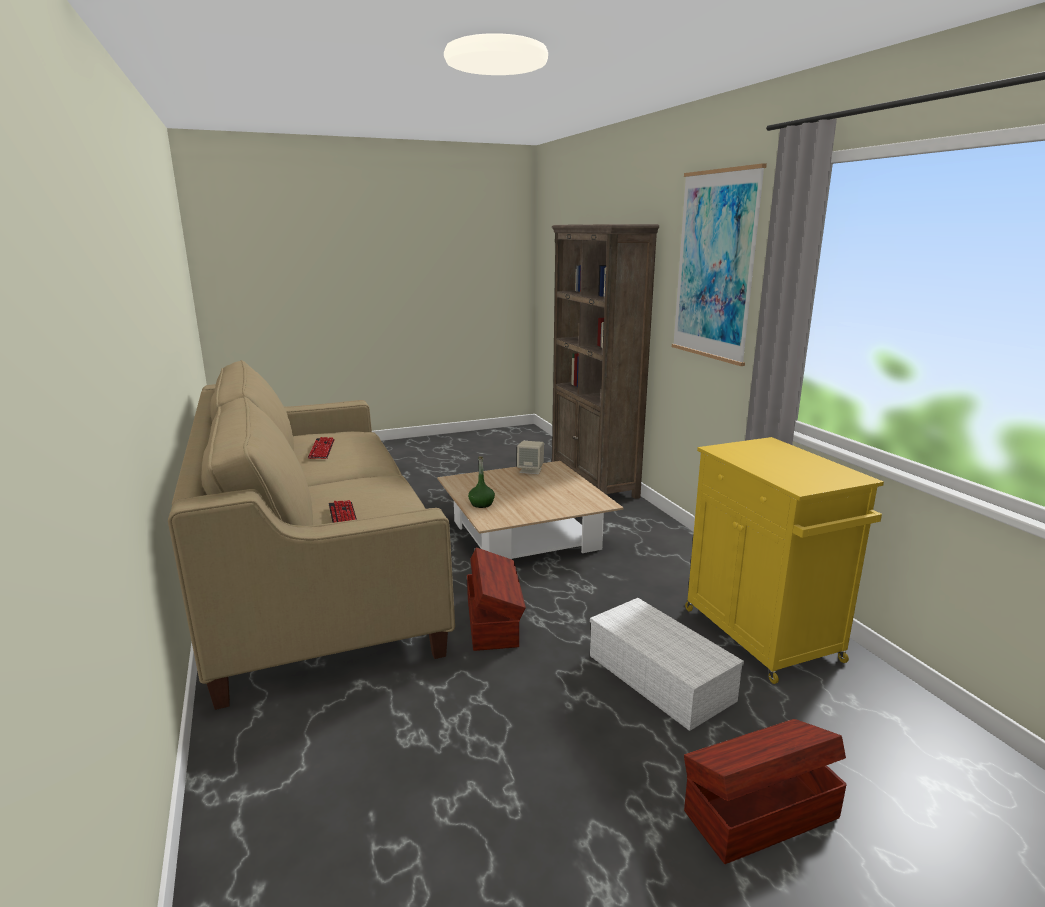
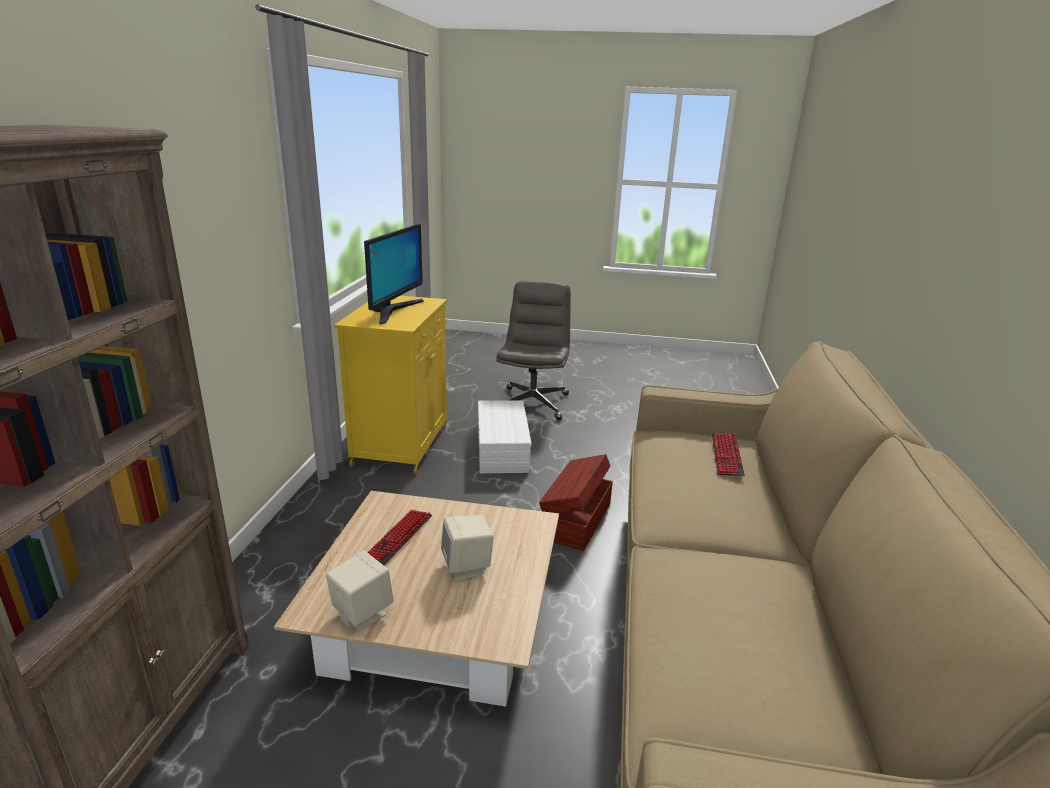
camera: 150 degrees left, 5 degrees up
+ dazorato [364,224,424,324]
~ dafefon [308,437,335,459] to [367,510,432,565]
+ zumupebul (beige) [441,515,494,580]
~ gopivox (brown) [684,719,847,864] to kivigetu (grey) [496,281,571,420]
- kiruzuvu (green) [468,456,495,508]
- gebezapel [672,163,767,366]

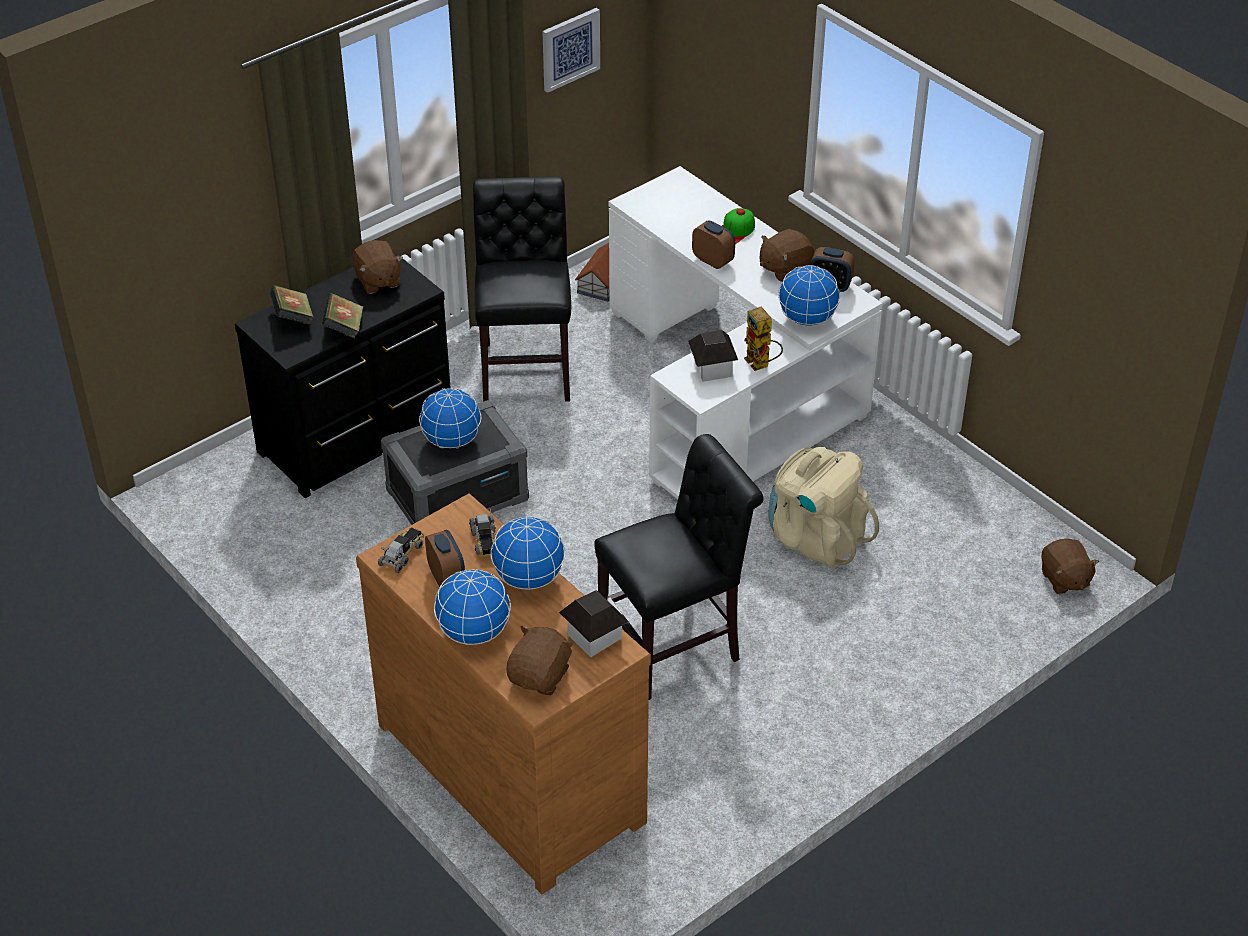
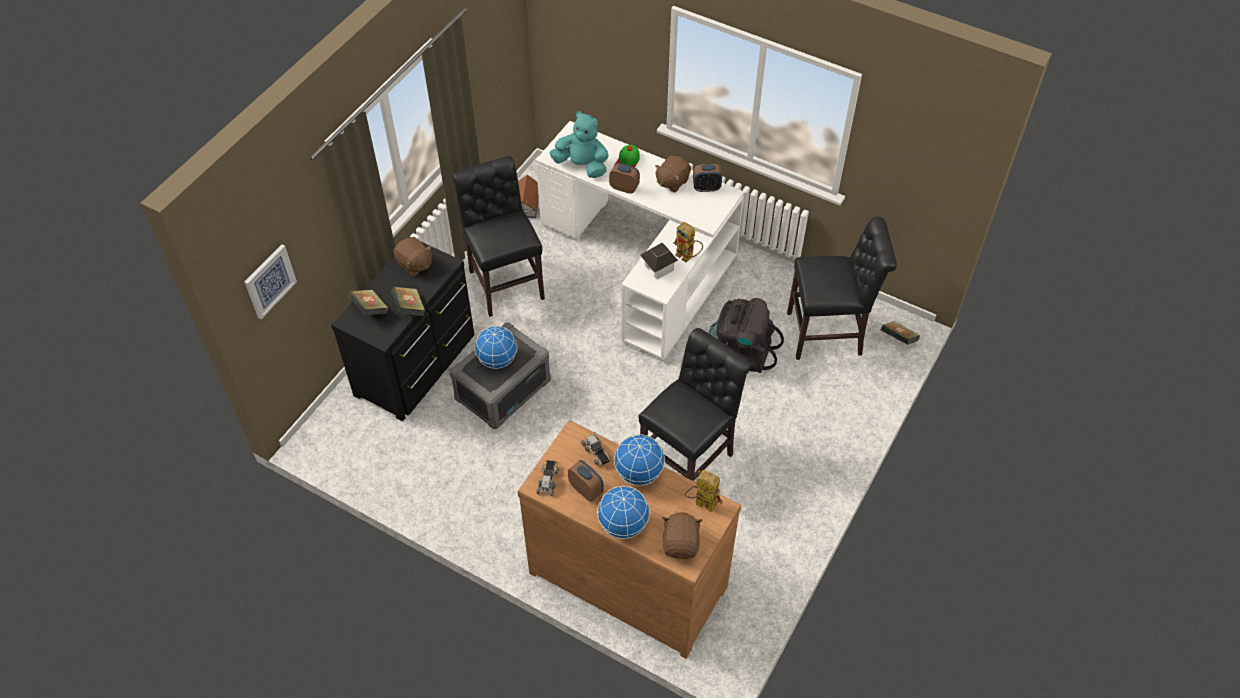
camera: 20 degrees left, 10 degrees up
~ gebezapel [542,8,600,93] to [244,244,297,319]
+ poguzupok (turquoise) [549,111,609,178]
~ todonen [559,590,629,657] to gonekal [685,470,723,512]
~ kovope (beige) [768,447,879,568] to kovope (black) [708,298,784,373]
+ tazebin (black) [787,217,897,360]
~ poguzupok (brown) [1041,539,1099,594] to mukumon [881,321,921,345]
- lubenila [778,265,840,326]

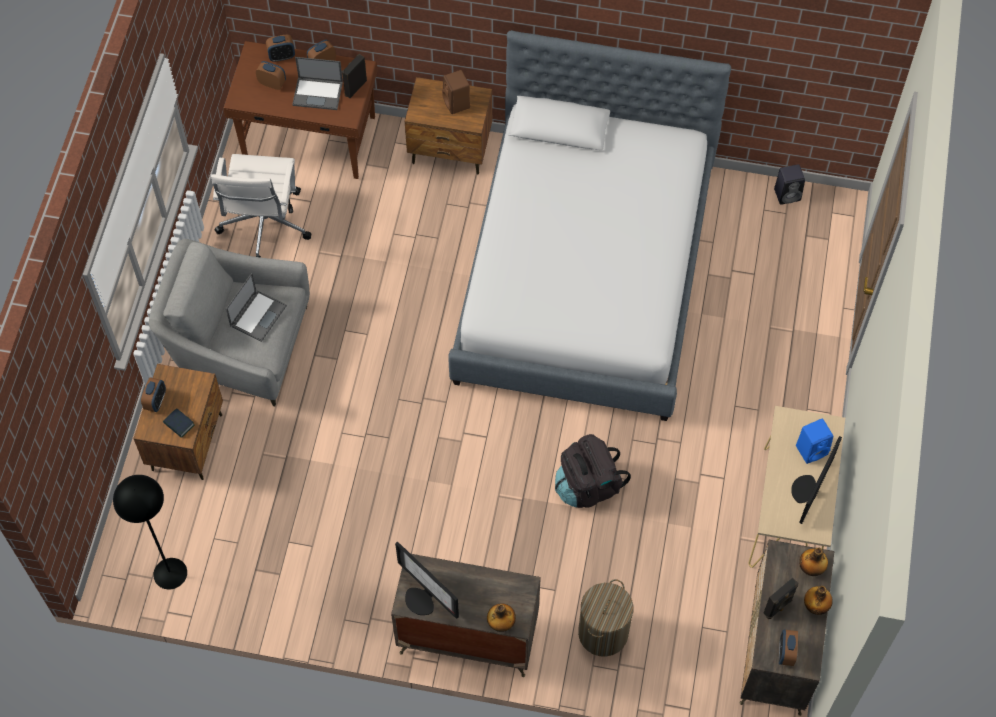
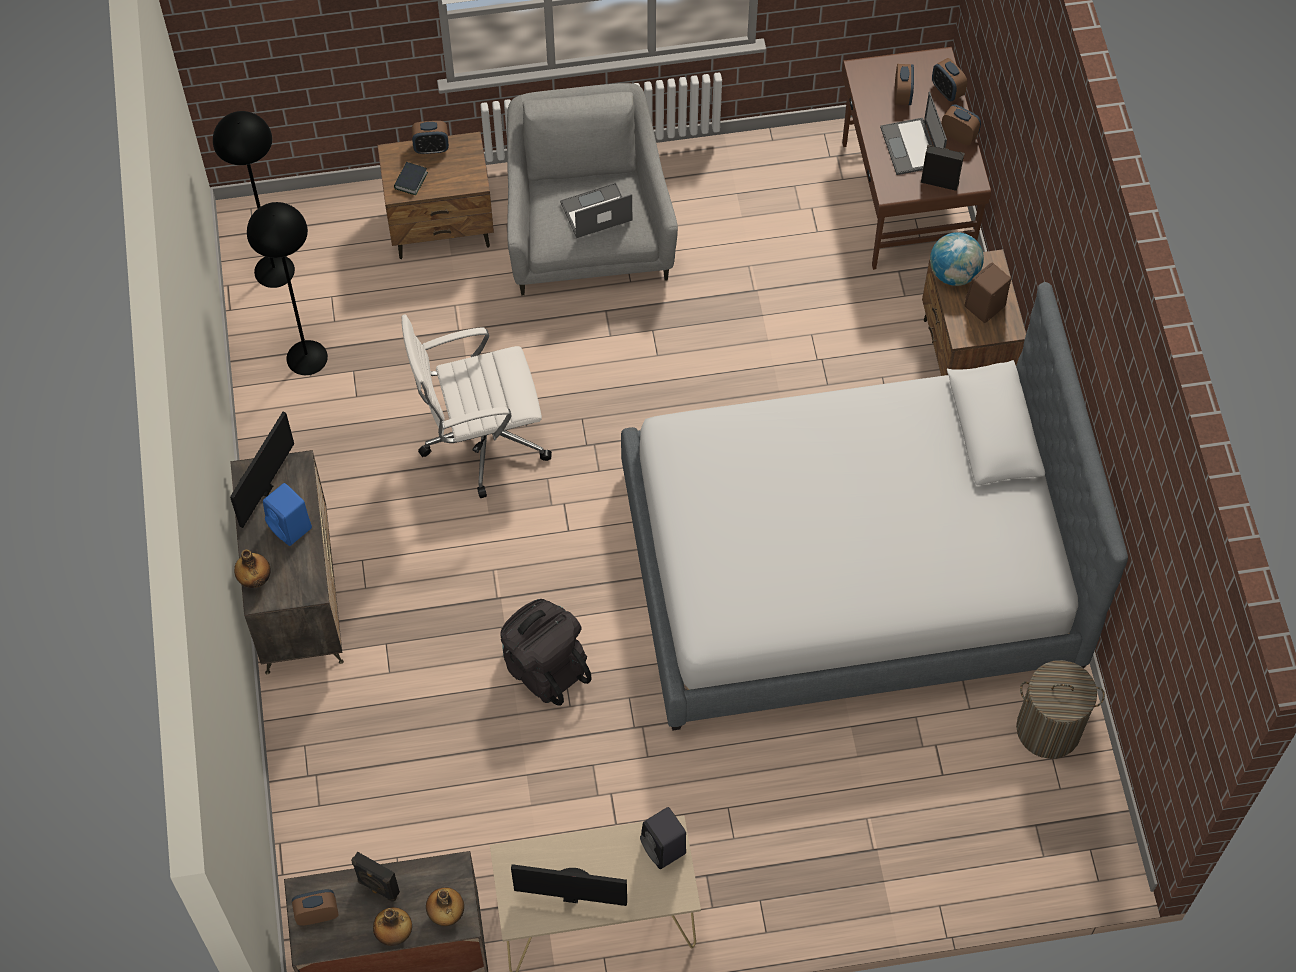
camera: 70 degrees right, 0 degrees up
+ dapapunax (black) [247,202,328,375]
~ zumupebul (blue) [796,419,833,464] to [263,483,312,546]
~ kivigetu (white) [211,154,311,258] to [401,314,552,498]
~ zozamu [226,273,287,342] = [560,183,632,238] 150 degrees clockwise
~ zumupebul (black) [774,164,805,205] to [640,807,686,869]
+ lubenila [930,232,984,286]
~ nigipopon [578,579,633,657] to [1016,660,1105,759]

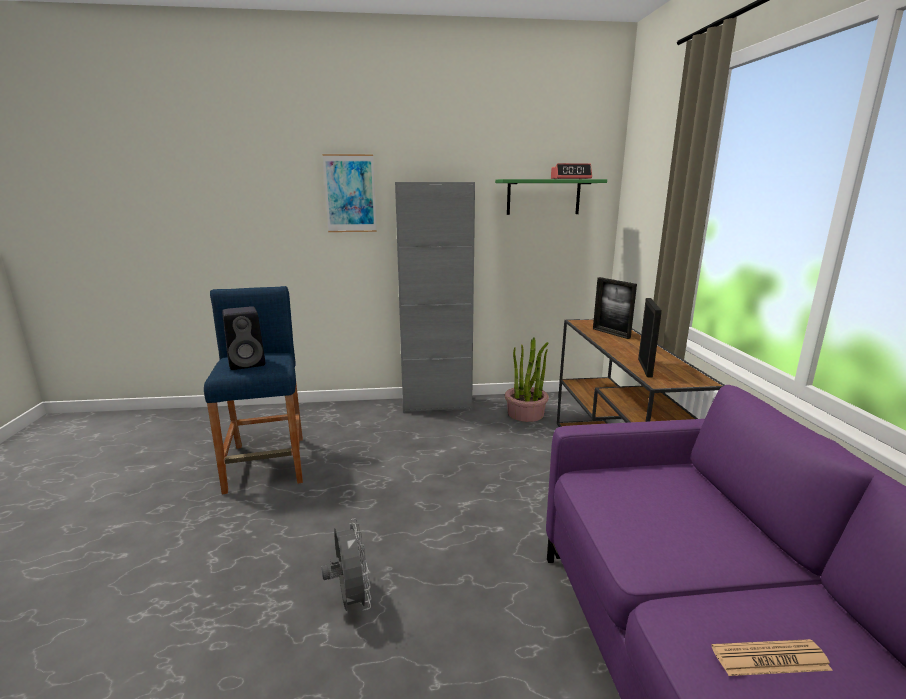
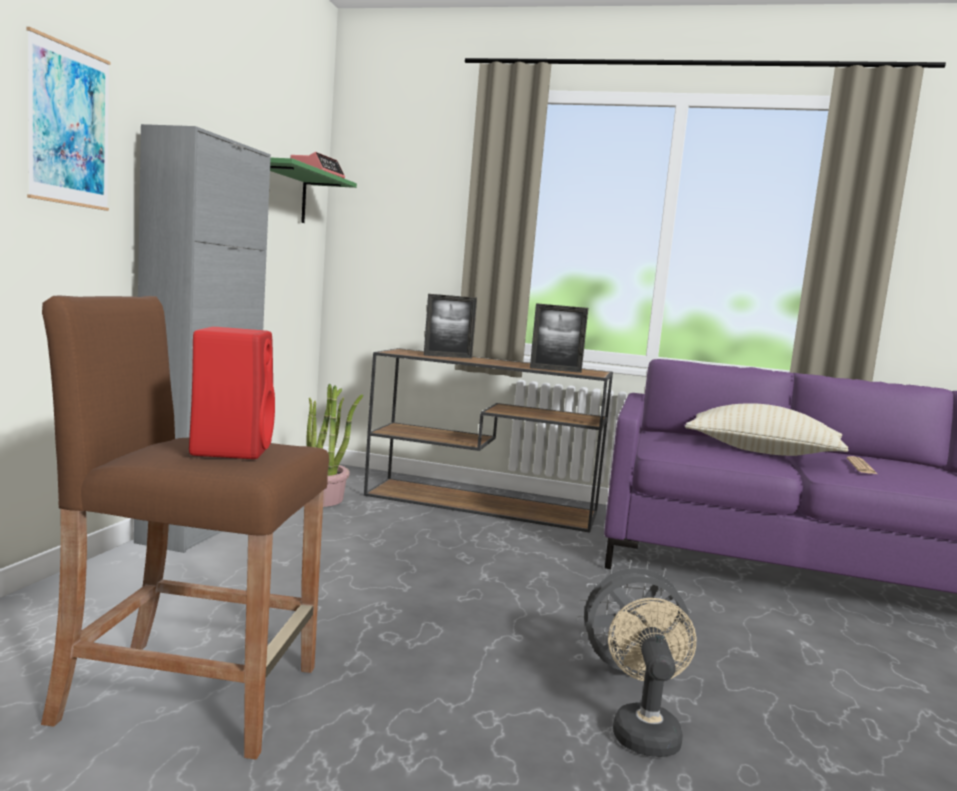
camera: 70 degrees left, 10 degrees down
~ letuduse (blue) [204,286,303,494] to letuduse (brown) [41,296,329,759]
~ zumupebul (black) [222,306,266,370] to zumupebul (red) [189,327,275,459]
~ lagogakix [638,298,662,378] = [530,303,588,373] 150 degrees clockwise
+ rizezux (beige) [608,598,696,757]
+ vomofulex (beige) [685,403,849,456]

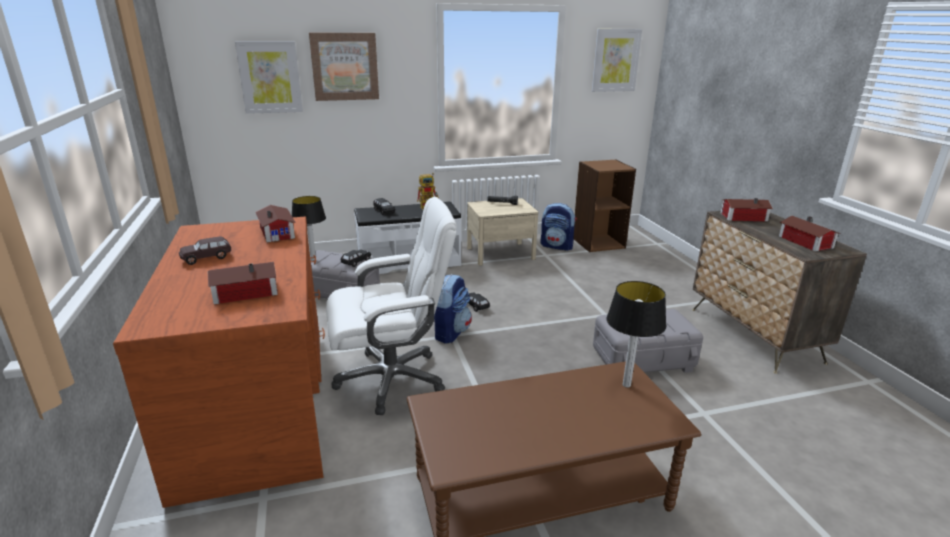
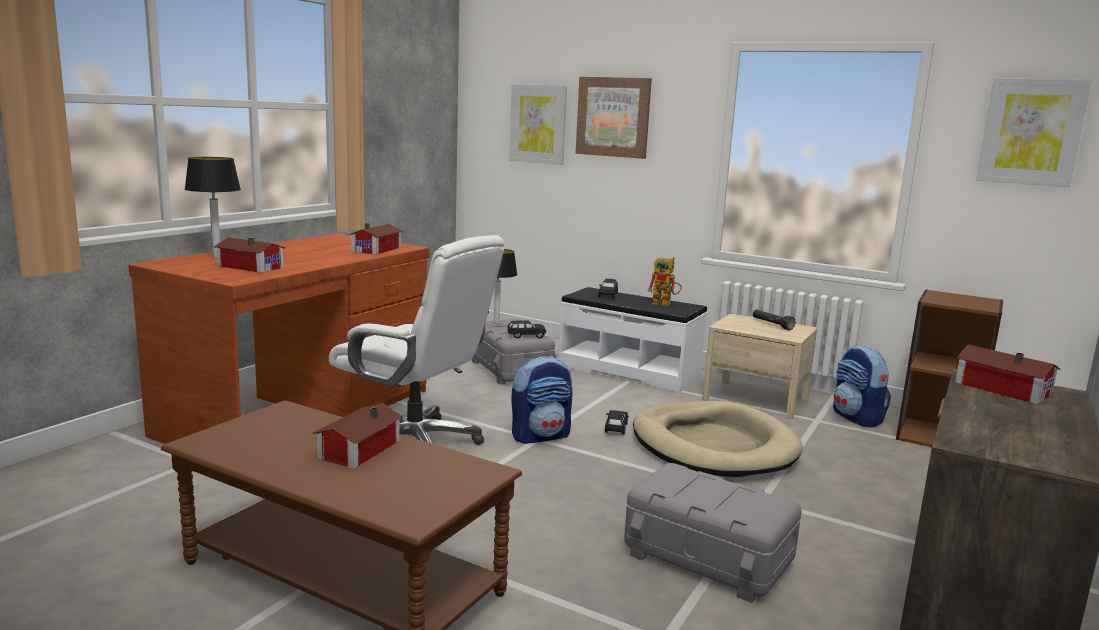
camera: 45 degrees right, 10 degrees down
~ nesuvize [606,281,666,388] to [185,157,241,258]
~ todonen [779,216,841,252] to [312,403,403,469]
+ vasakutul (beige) [633,401,803,477]
- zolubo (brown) [179,236,231,265]

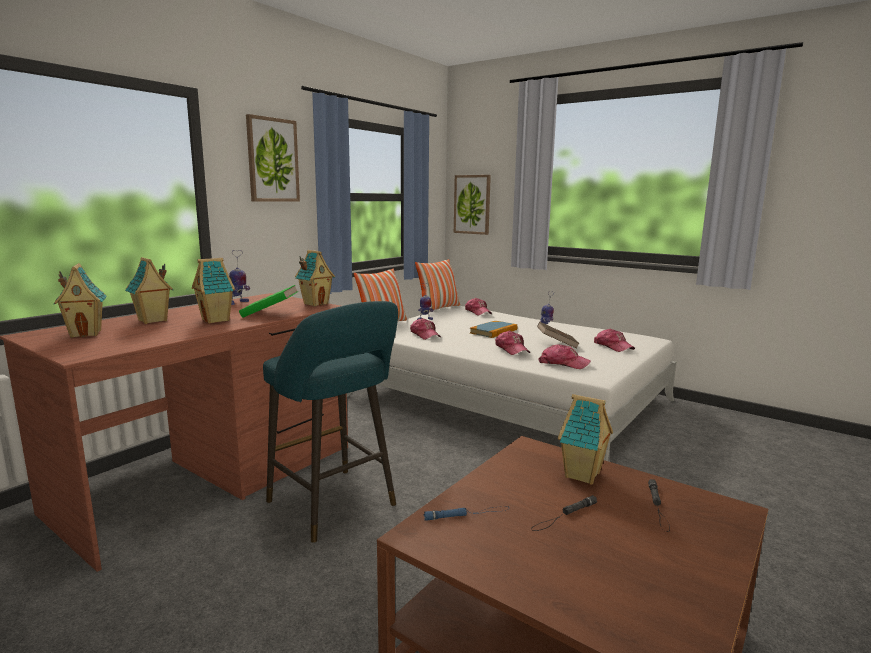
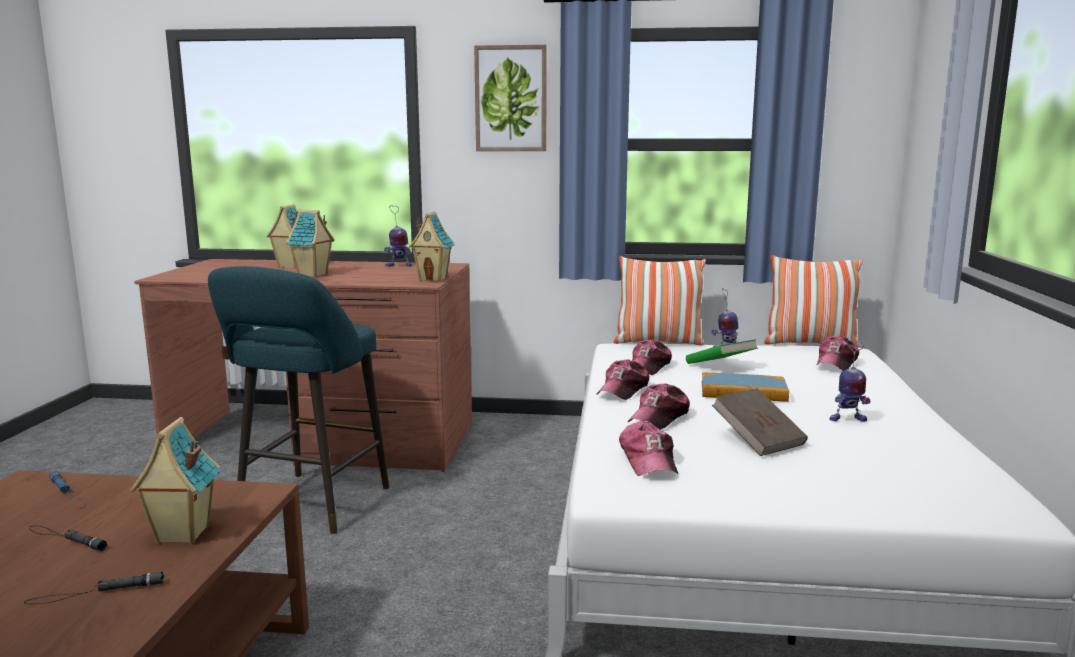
camera: 60 degrees right, 0 degrees up
~ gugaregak [594,329,635,352] to [597,359,649,400]
~ mukumon (green) [239,285,299,318] to [686,339,758,364]
- todonen [54,263,107,338]
- gebezapel [454,175,491,235]

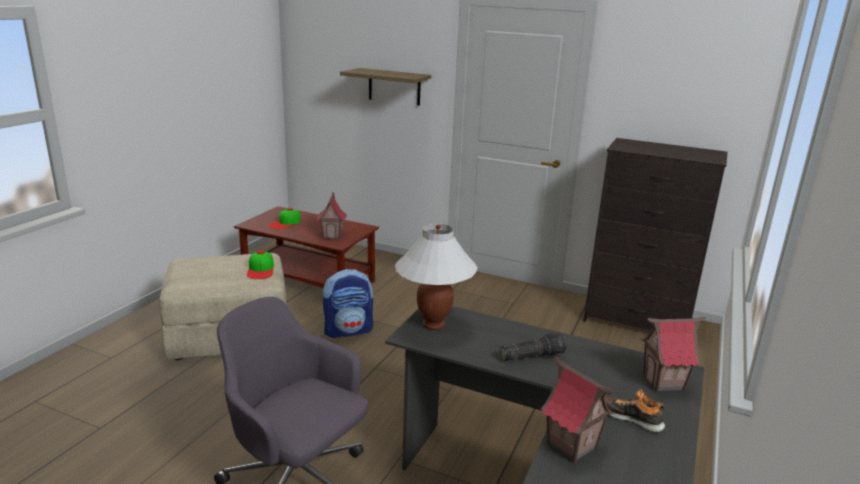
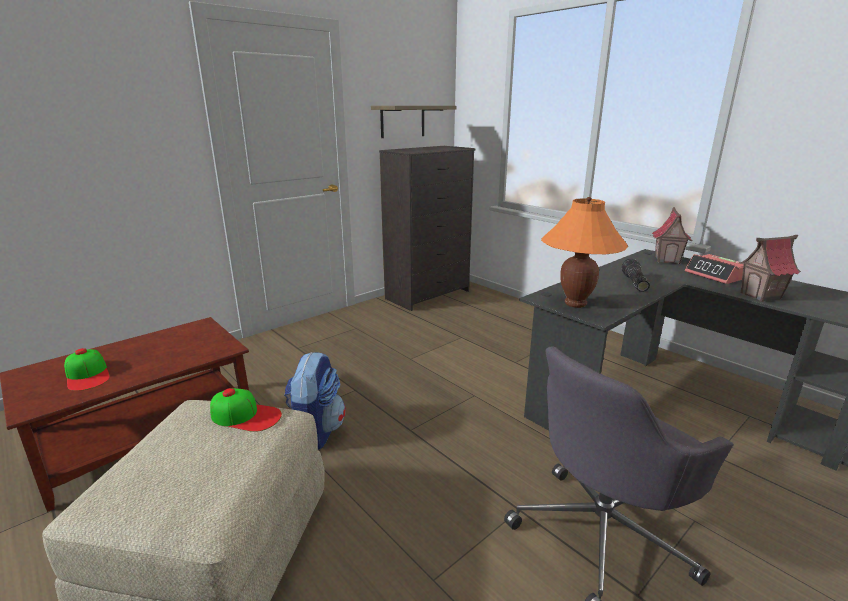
camera: 65 degrees left, 0 degrees up
~ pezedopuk [340,68,431,106] to [371,106,457,138]
~ nesuvize (white) [395,223,478,330] to nesuvize (orange) [541,197,628,308]
~ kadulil [605,389,665,432] to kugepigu [685,254,744,284]
- todonen [316,192,347,239]

